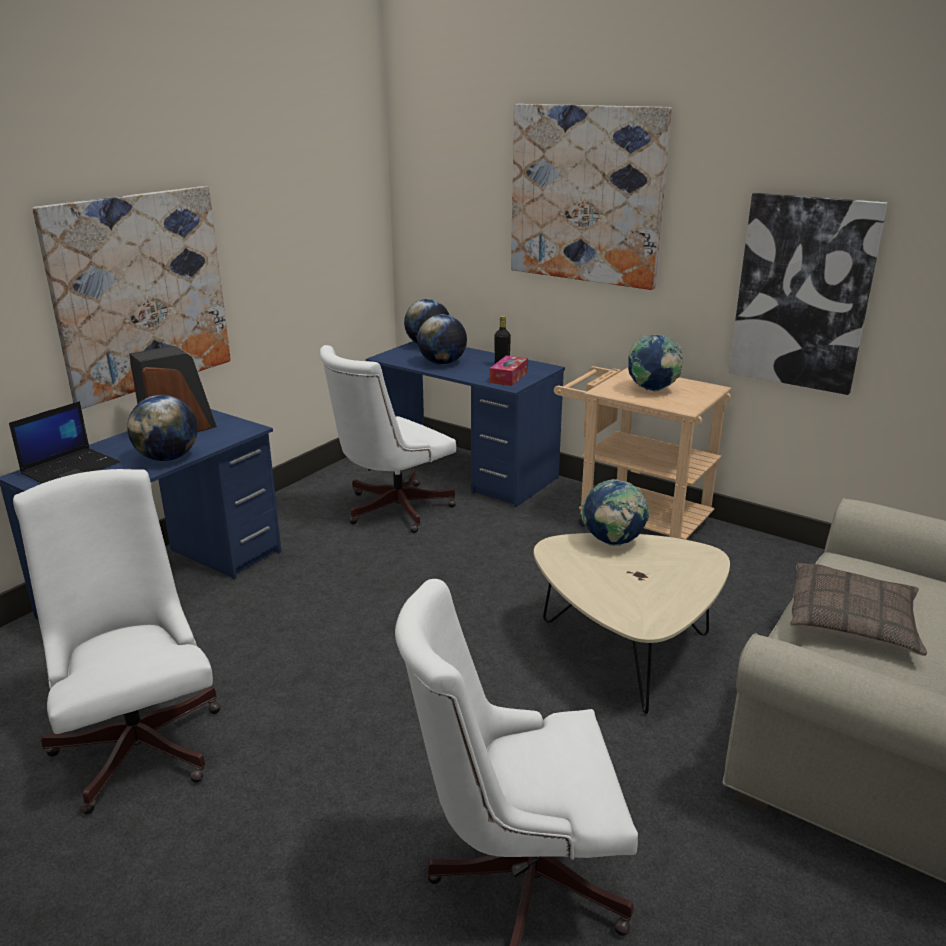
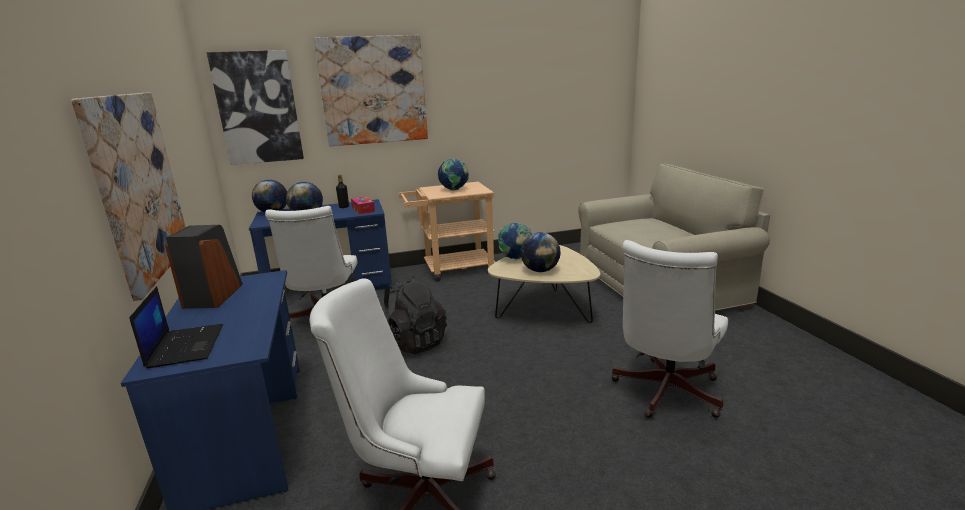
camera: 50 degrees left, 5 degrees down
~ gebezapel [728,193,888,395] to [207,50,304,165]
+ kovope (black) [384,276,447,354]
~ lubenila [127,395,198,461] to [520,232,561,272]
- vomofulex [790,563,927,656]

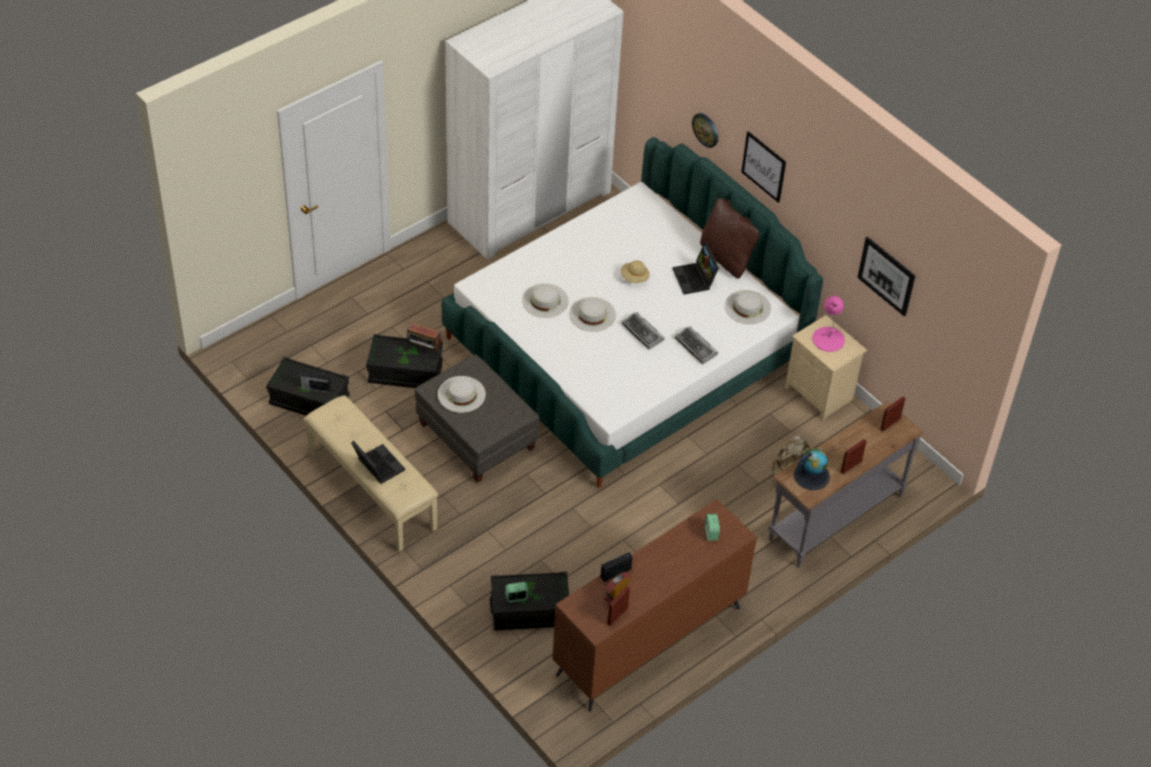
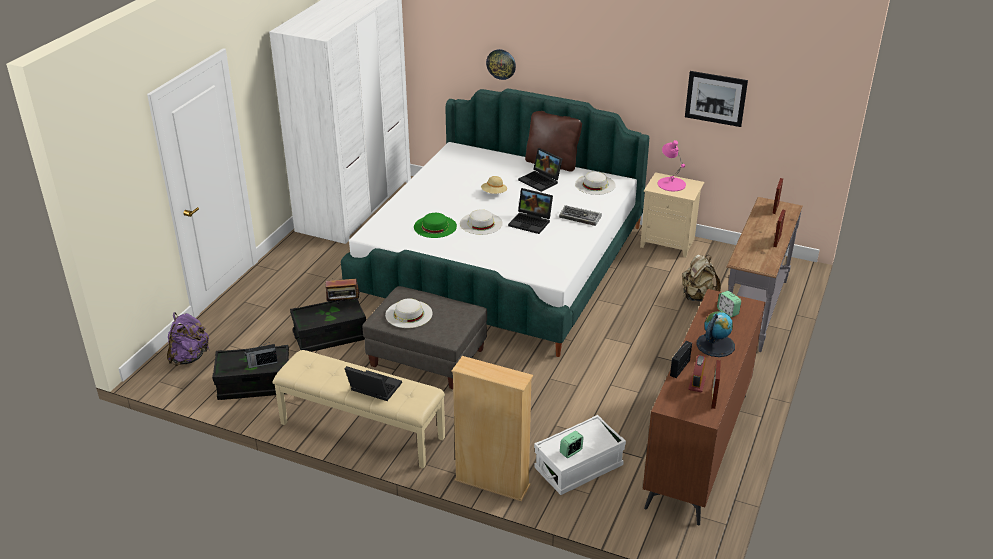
camera: 25 degrees left, 15 degrees down
+ kovope (purple) [167,312,209,366]
~ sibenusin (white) [522,283,569,318] to sibenusin (green) [414,213,457,238]
+ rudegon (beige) [451,356,533,501]
~ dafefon [622,312,665,350] to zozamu [508,188,553,234]
~ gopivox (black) [490,572,569,631] to gopivox (white) [534,415,626,495]
~ lubenila [794,448,830,490] to [697,311,735,357]
- gebezapel [741,131,786,203]

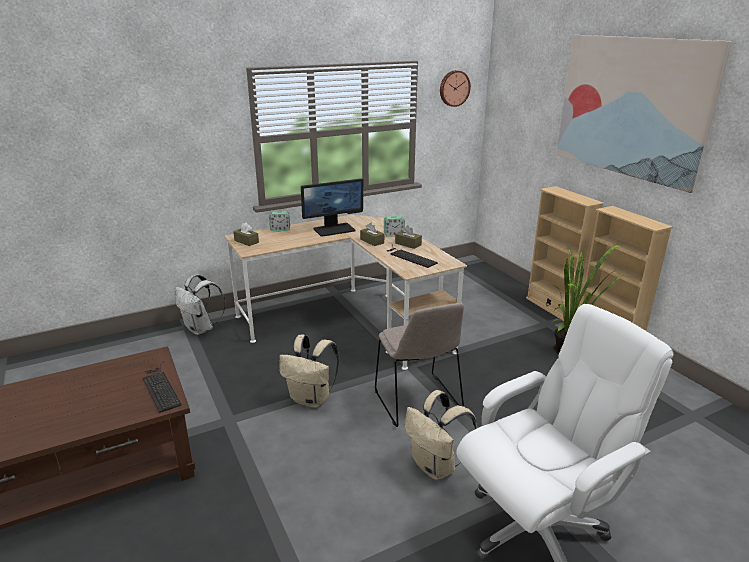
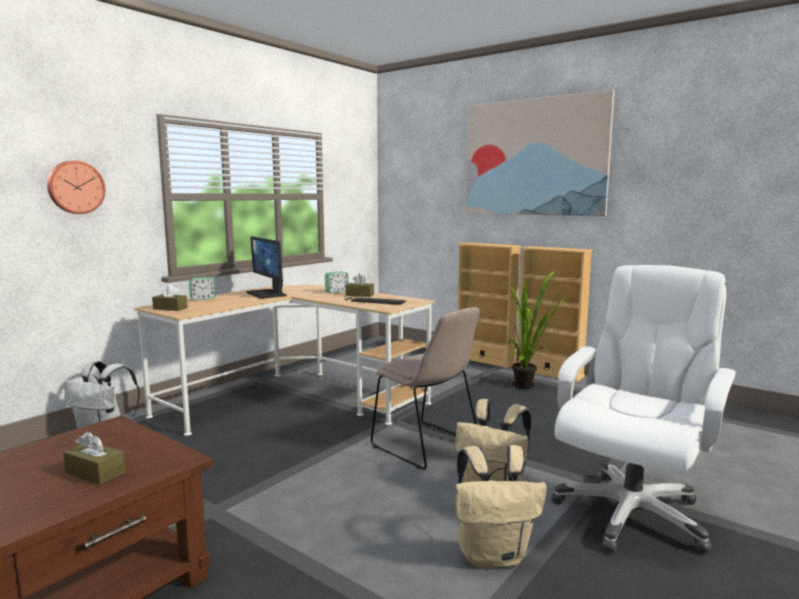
camera: 25 degrees left, 15 degrees down
~ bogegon [440,70,471,107] to [47,160,105,214]
~ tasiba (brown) [360,223,384,246] to [63,431,125,485]
~ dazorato [301,179,363,237] = [246,237,287,299] 105 degrees clockwise
~ kovope (beige) [279,335,339,408] to [456,445,547,568]
- dafefon [143,361,182,413]

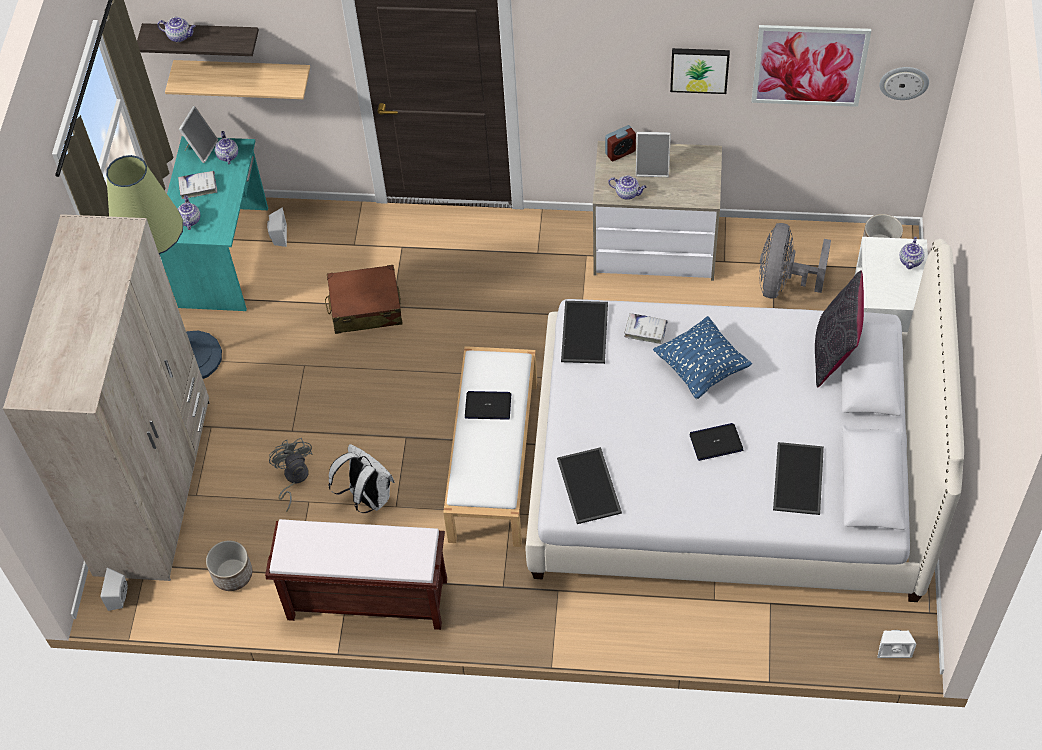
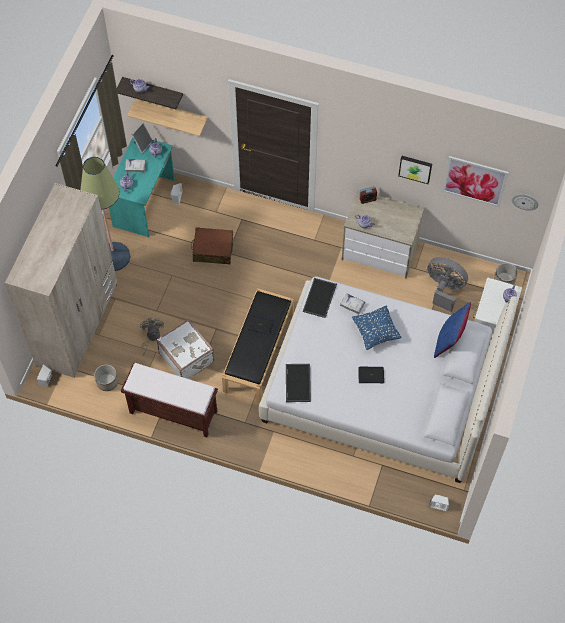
camera: 10 degrees right, 5 degrees up
~ kovope (white) [328,444,395,513] to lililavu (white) [157,319,214,379]
~ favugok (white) [443,346,537,547] to favugok (black) [222,288,294,403]
~ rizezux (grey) [759,223,831,298] = [427,257,468,312] 90 degrees clockwise
~ vomofulex (black) [815,270,864,388] to vomofulex (blue) [434,302,471,358]
- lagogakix [636,132,671,177]
- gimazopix [773,442,824,515]

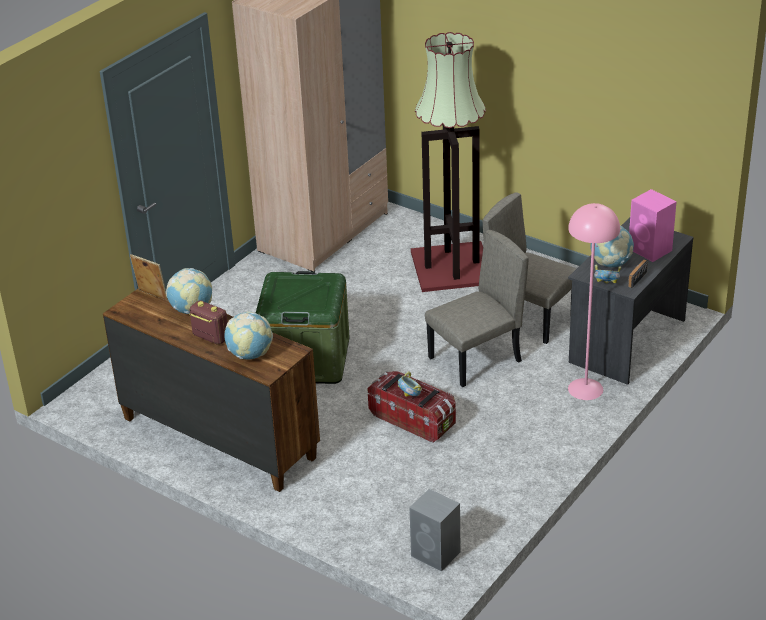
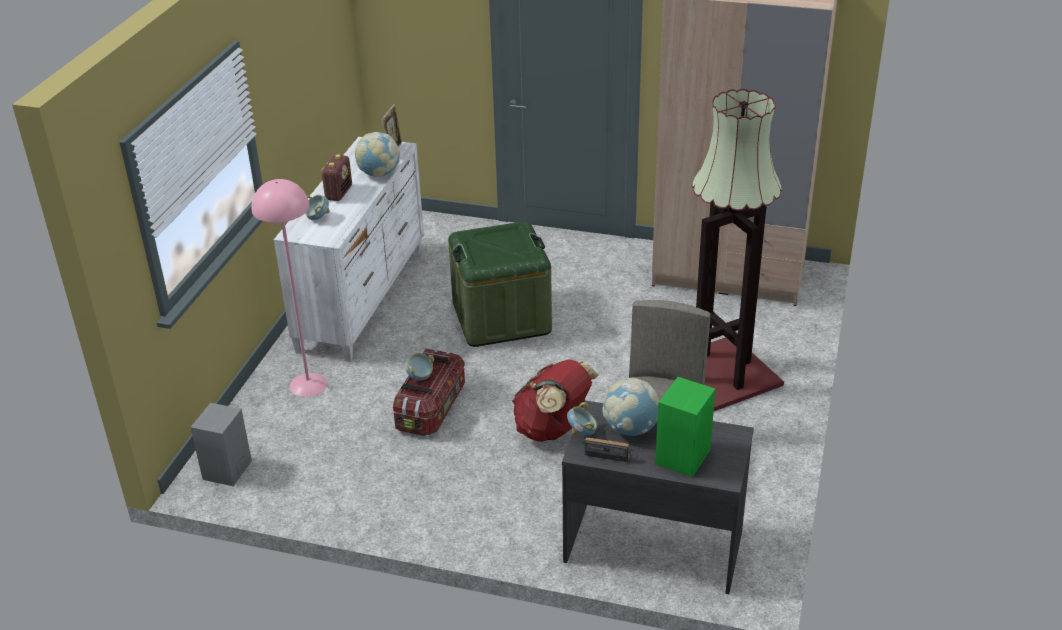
camera: 70 degrees right, 0 degrees up
~ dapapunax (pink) [568,203,620,400] to [251,179,328,397]
~ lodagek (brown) [103,289,320,492] to lodagek (white) [274,137,424,362]
~ lubenila [224,311,273,359] to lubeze [305,195,330,220]
~ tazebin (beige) [425,230,529,387] to kovope (red) [512,360,599,442]
~ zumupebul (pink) [629,189,677,262] to zumupebul (green) [655,377,715,477]

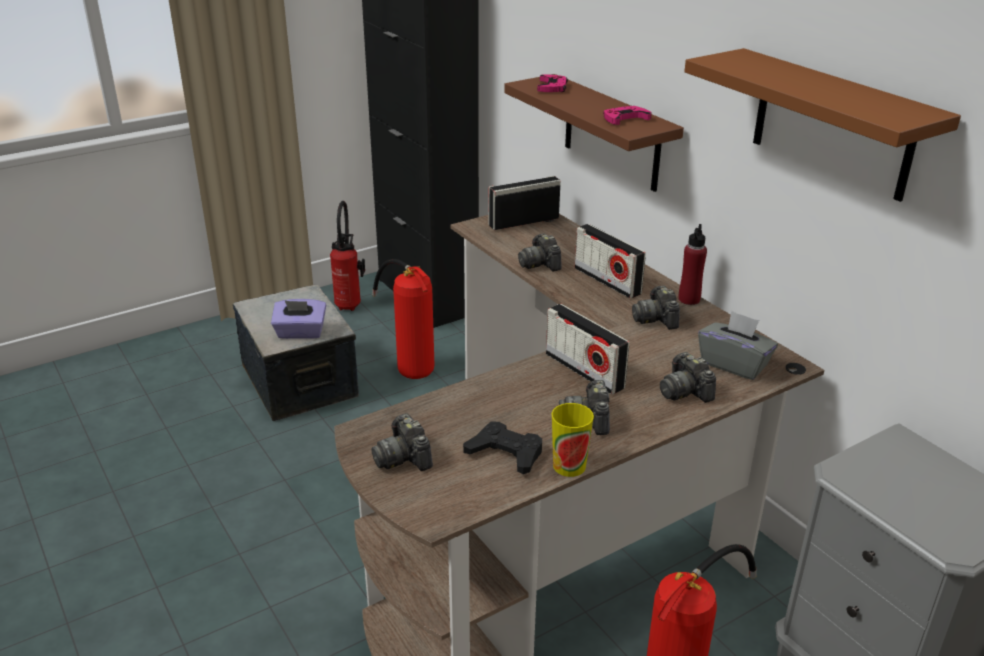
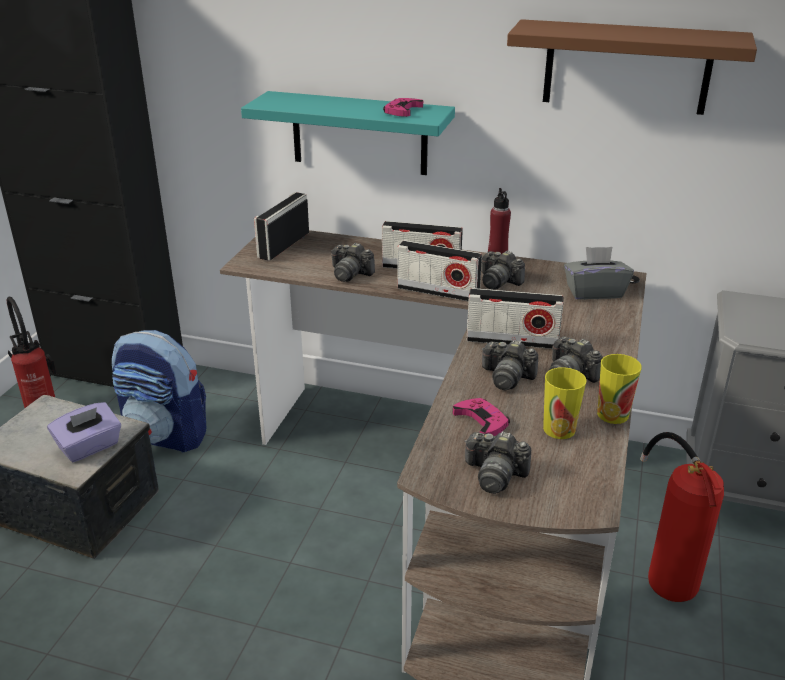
camera: 40 degrees left, 0 degrees up
~ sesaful [372,259,435,379] to kovope [112,330,207,453]
~ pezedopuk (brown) [504,74,684,192] to pezedopuk (turquoise) [241,91,455,175]
+ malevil [397,240,482,301]
~ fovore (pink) [537,74,568,92] to [453,398,510,436]
~ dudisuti [660,352,716,403] to [482,340,538,391]
~ fovore (black) [463,421,542,474] to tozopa [543,367,587,439]

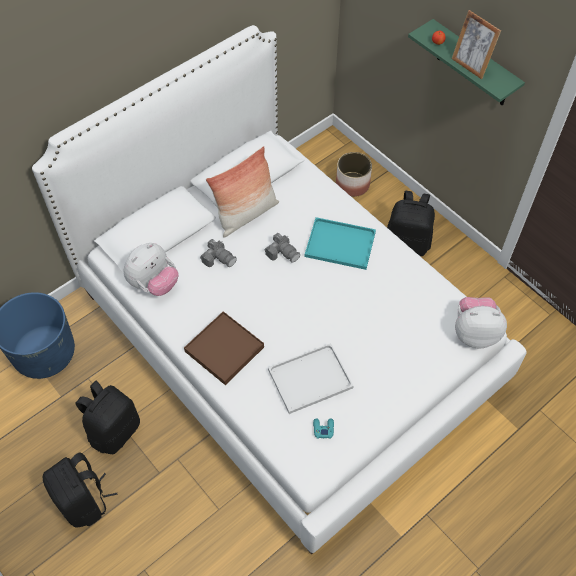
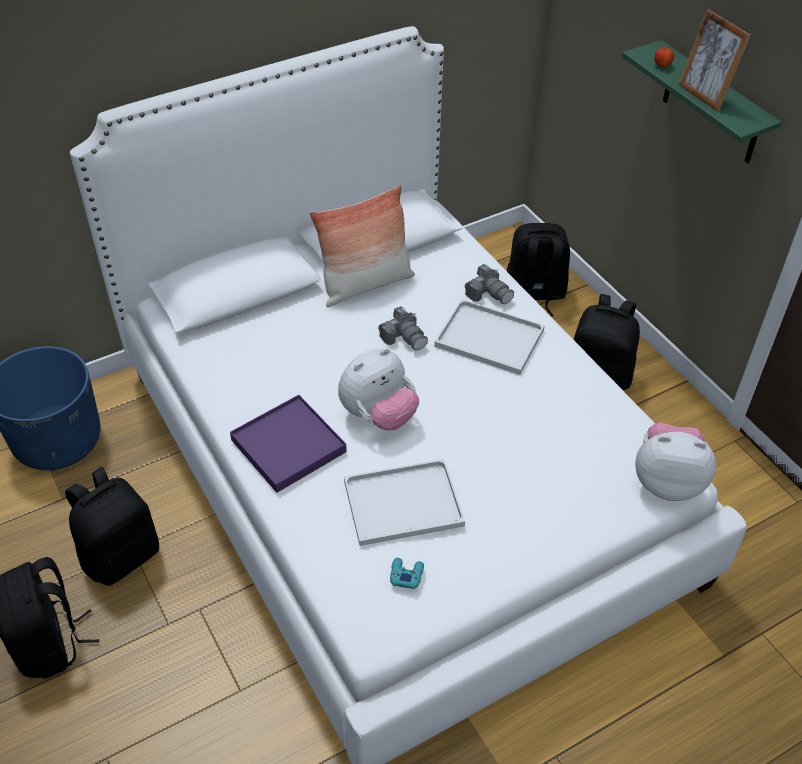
camera: 10 degrees right, 10 degrees down
~ gimazopix (brown) [184,311,264,385] to gimazopix (purple) [230,395,347,493]
~ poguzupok [123,243,179,296] to [338,348,419,430]
~ gimazopix (turquoise) [305,217,376,270] to gimazopix (white) [434,299,545,375]
~ dudisuti [200,239,237,267] to [465,264,514,304]
~ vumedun [336,152,372,197] to kovope (black) [507,223,570,317]

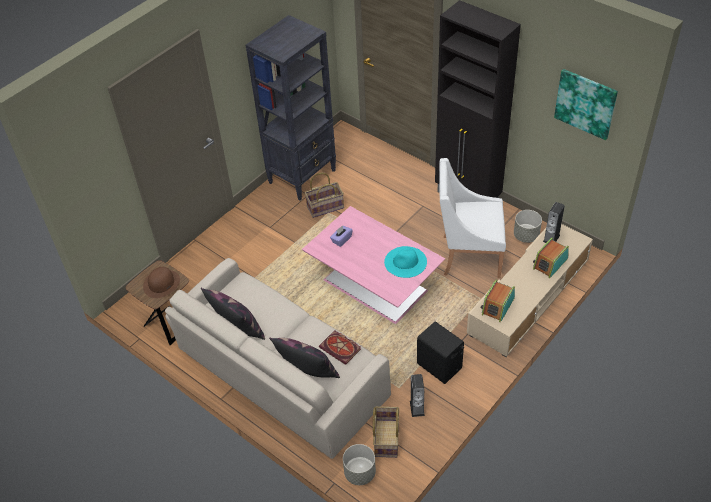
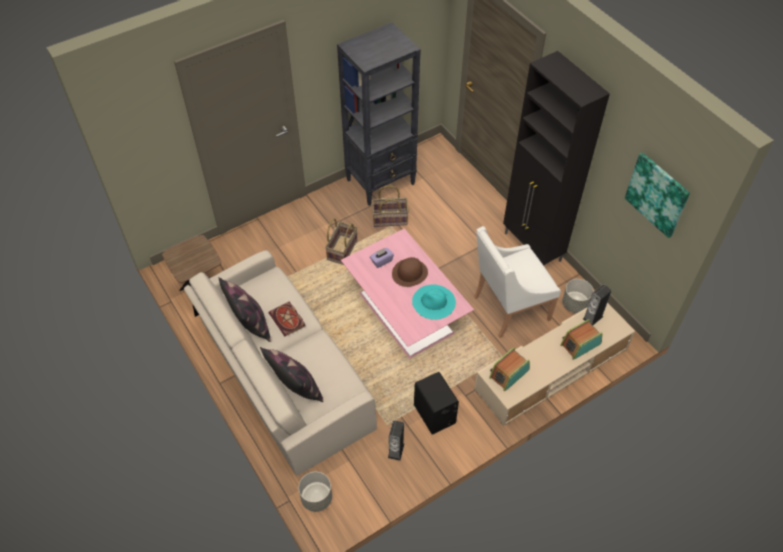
camera: 15 degrees right, 5 degrees up
~ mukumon [319,330,361,365] to [269,302,305,336]
~ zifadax [373,406,399,458] to [325,218,357,265]
~ sibenusin (brown) [143,267,180,298] to [392,257,428,287]
~ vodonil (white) [439,158,506,278] = [474,226,561,338] 45 degrees counterclockwise

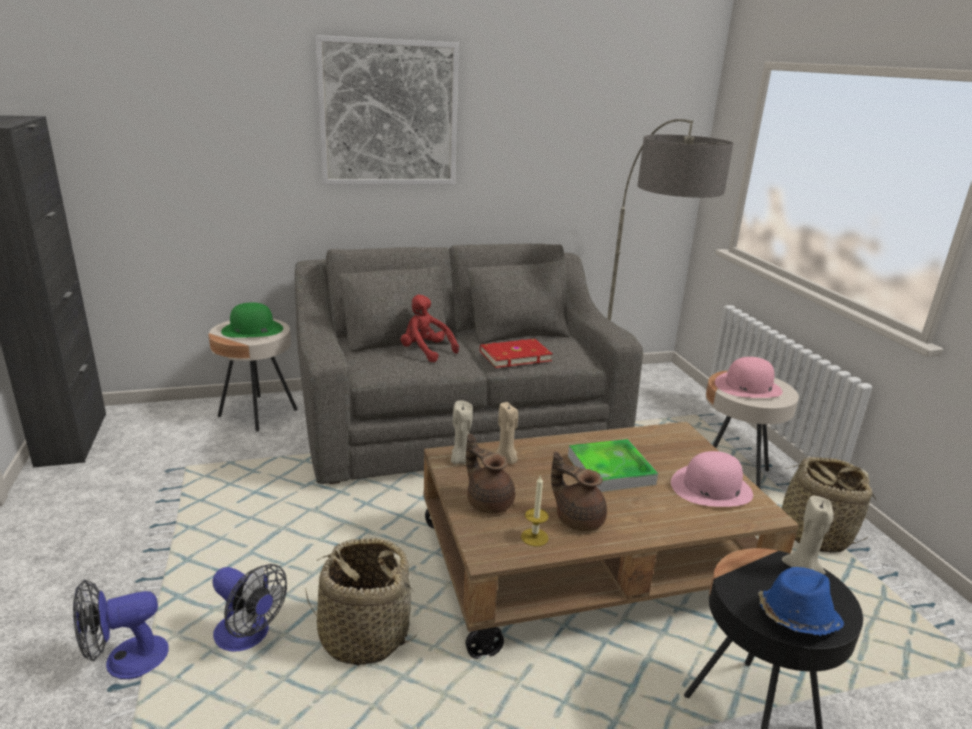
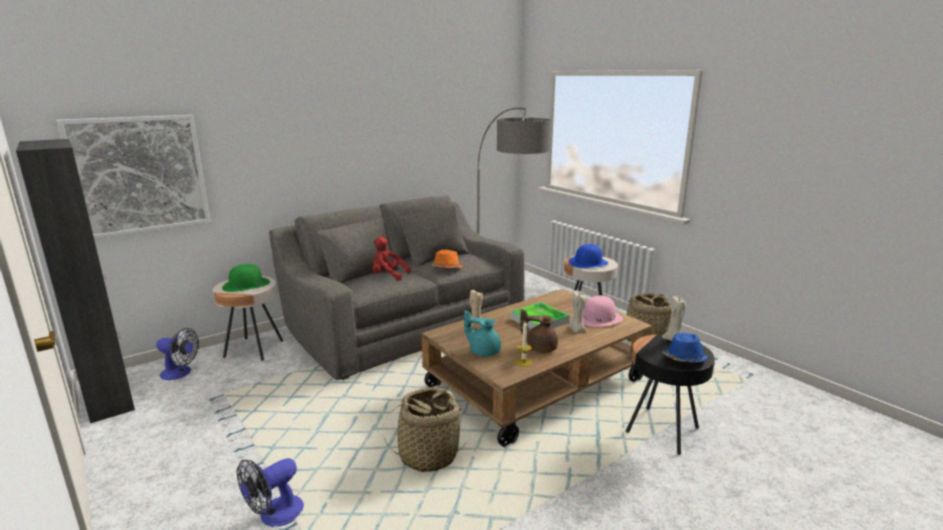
camera: 20 degrees left, 5 degrees down
~ gebezapel [315,35,459,185] to [56,115,211,239]
~ rizezux [212,564,287,652] to [156,328,199,380]
~ mukumon (red) [480,339,552,368] to sibenusin (orange) [432,250,463,268]
~ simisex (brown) [466,434,515,513] to simisex (turquoise) [464,310,501,356]
~ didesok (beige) [451,400,473,464] to [567,291,587,333]
~ sibenusin (pink) [715,357,783,398] to sibenusin (blue) [569,244,608,268]

